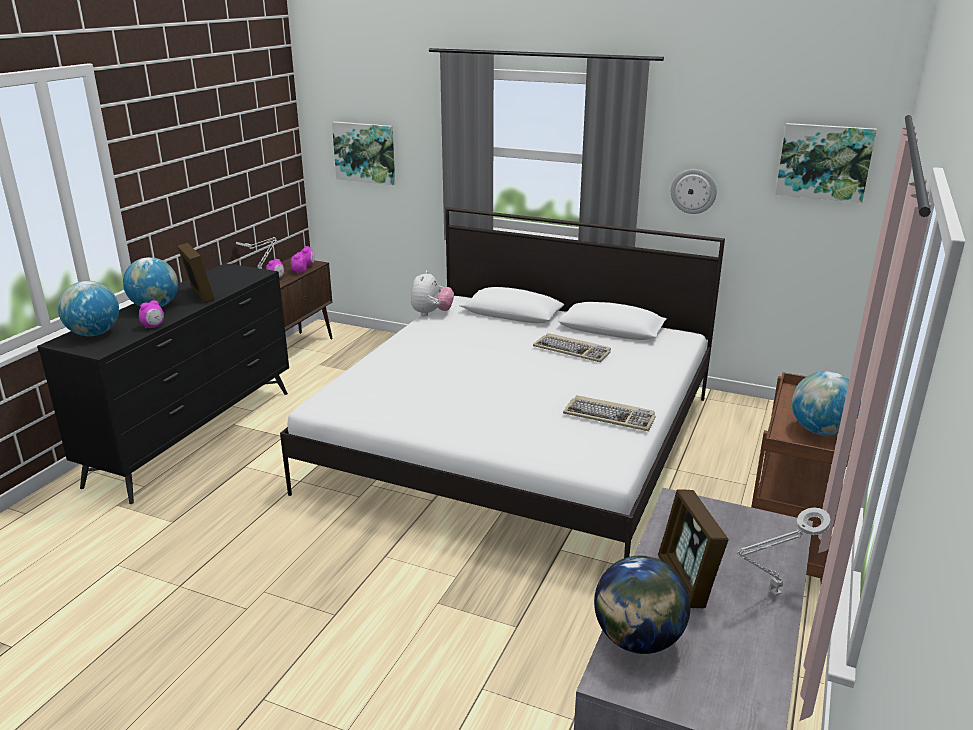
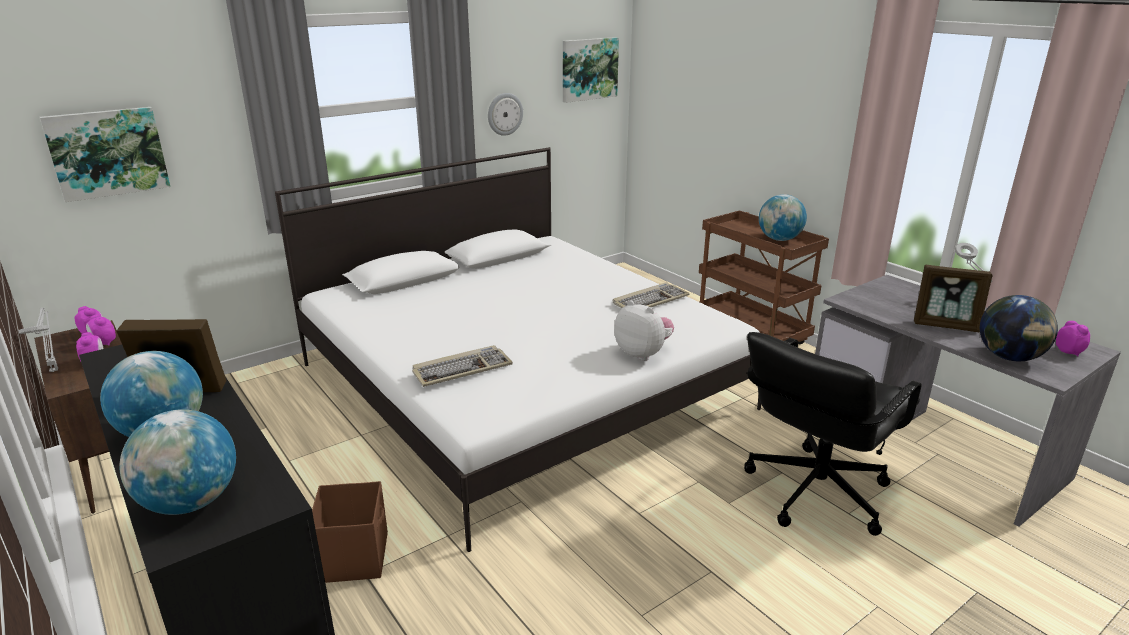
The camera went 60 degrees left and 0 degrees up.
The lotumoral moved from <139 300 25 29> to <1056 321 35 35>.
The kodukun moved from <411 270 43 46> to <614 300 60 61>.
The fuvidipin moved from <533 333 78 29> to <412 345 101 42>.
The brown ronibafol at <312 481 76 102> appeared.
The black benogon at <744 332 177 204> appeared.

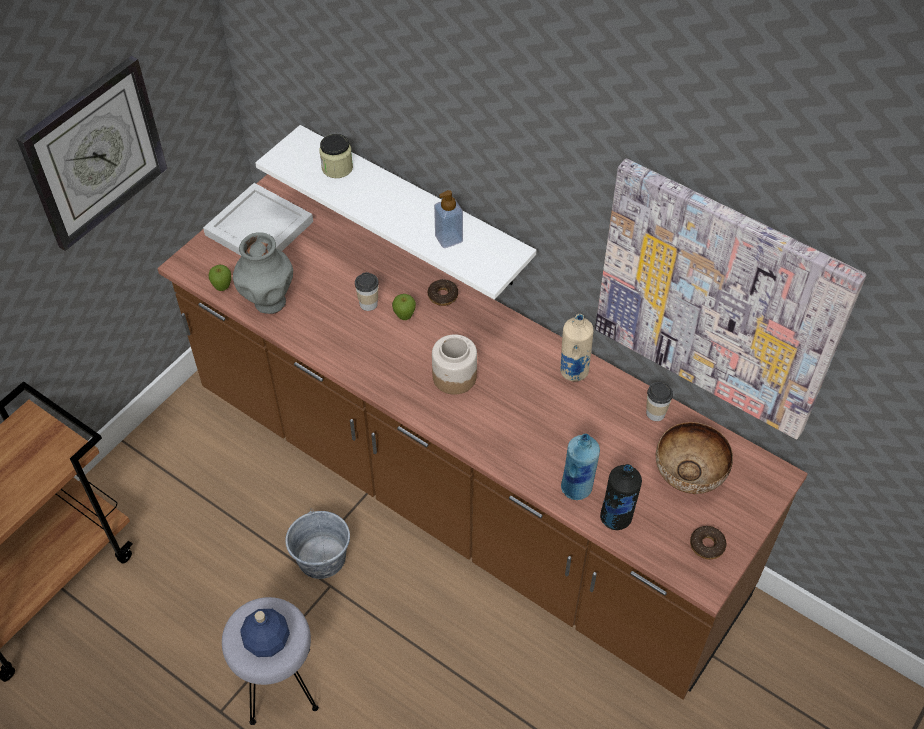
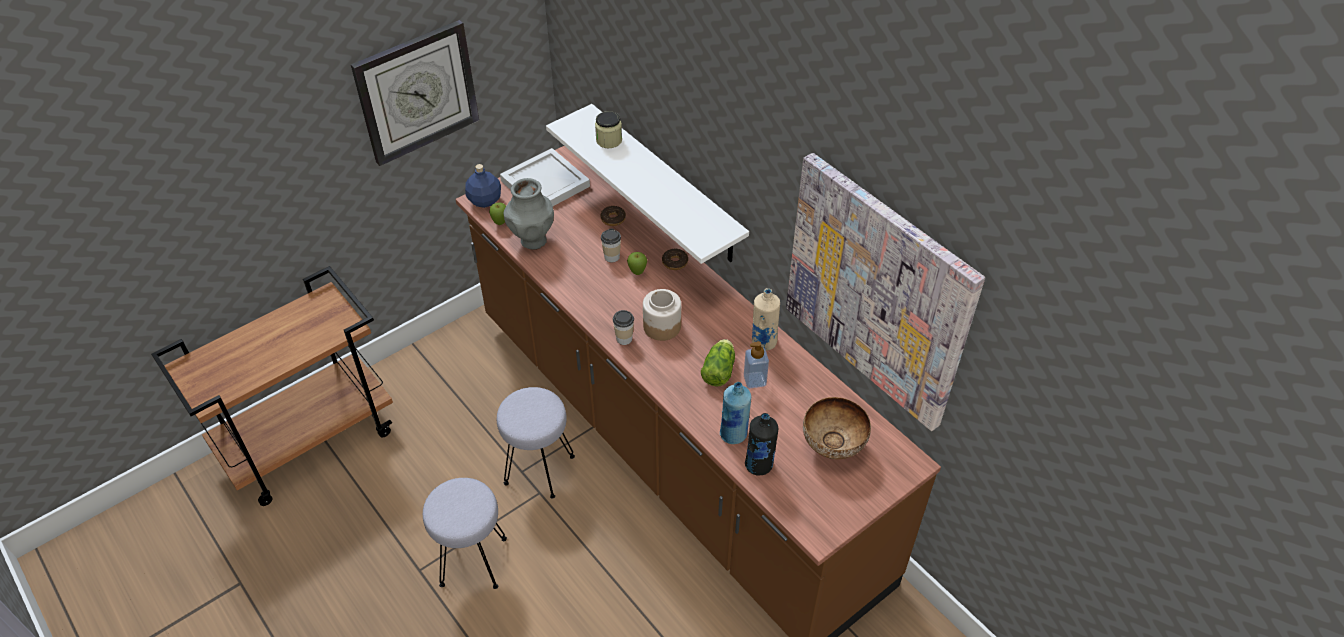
The camera went 15 degrees right and 5 degrees down.
The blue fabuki moved from <240 609 50 48> to <465 164 36 44>.
The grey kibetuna at <285 508 65 71> was replaced by the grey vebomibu at <497 387 78 112>.
The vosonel moved from <434 190 29 58> to <744 341 25 47>.
The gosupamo moved from <646 382 27 39> to <613 310 21 35>.
The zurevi moved from <690 526 36 33> to <600 206 26 20>.
The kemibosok at <701 339 34 48> appeared.

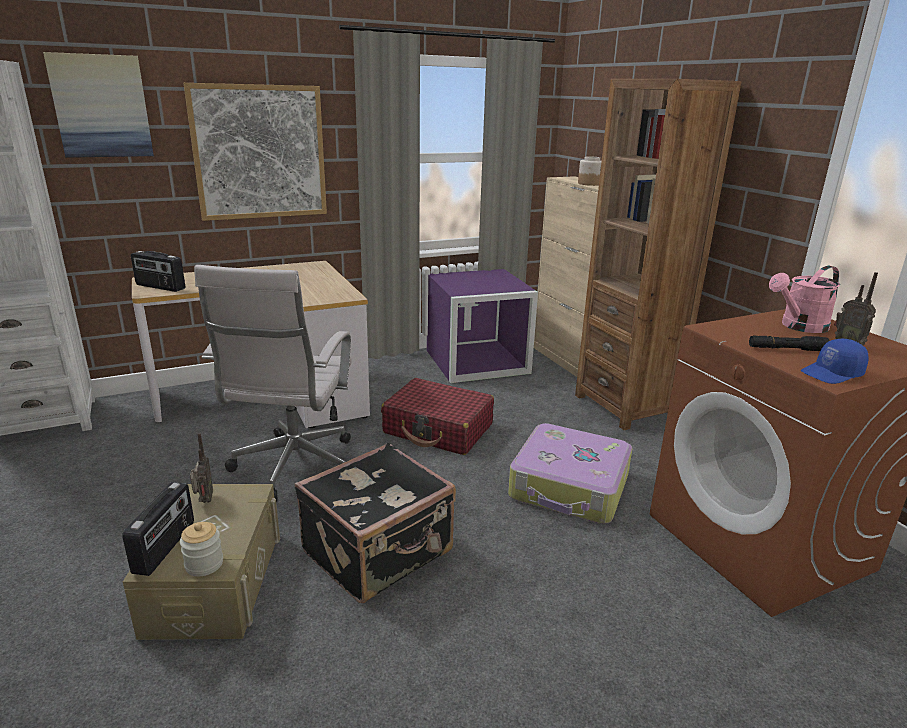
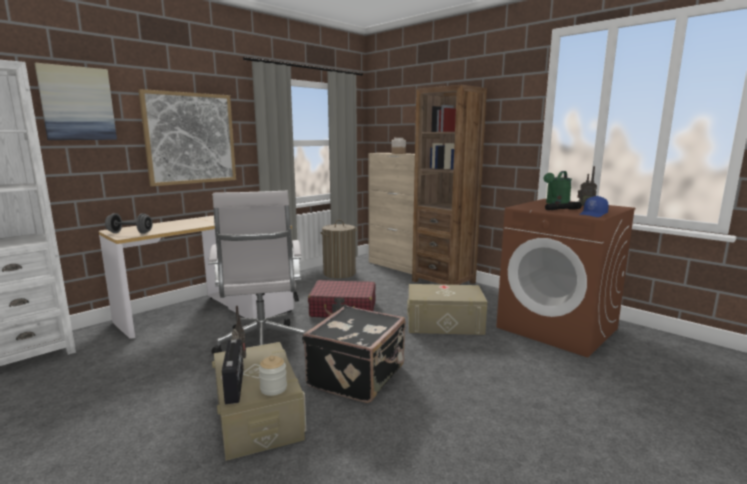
The camera went 20 degrees left and 10 degrees down.
The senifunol at <131 251 54 41> was replaced by the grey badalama at <105 213 48 21>.
The purple ronibafol at <427 269 111 114> was replaced by the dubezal at <320 220 37 59>.
The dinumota at <508 423 124 101> was replaced by the beige ronibafol at <407 284 80 51>.
The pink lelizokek at <769 265 71 68> became the green lelizokek at <544 171 28 33>.

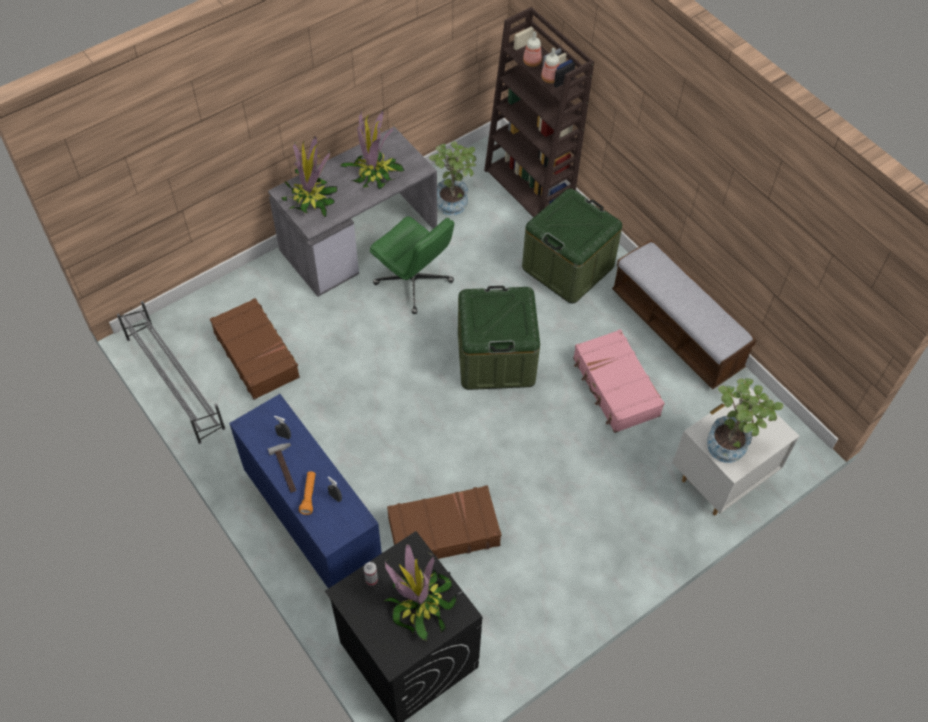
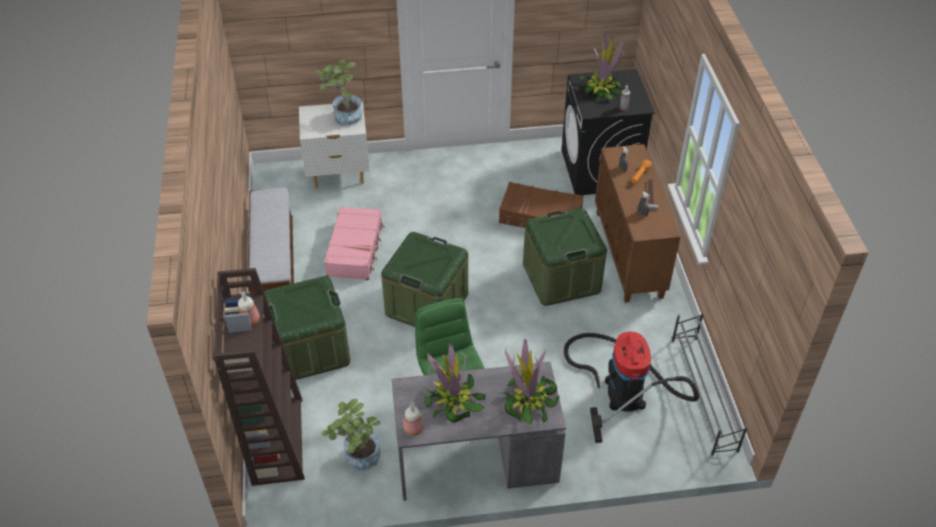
The camera went 150 degrees left and 10 degrees down.
The brown dinumota at <210 298 90 102> was replaced by the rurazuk at <564 332 135 111>.
The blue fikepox at <229 394 153 195> became the brown fikepox at <595 144 85 159>.
The fabuki moved from <523 31 19 36> to <403 403 21 33>.
The green ronibafol at <523 208 84 98> appeared.

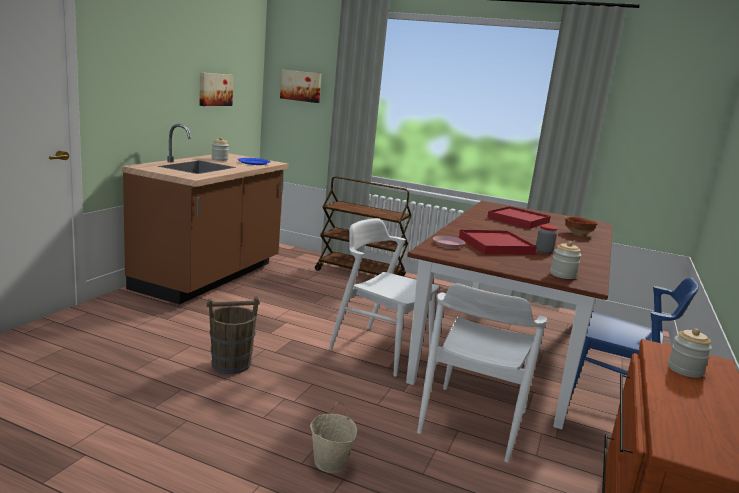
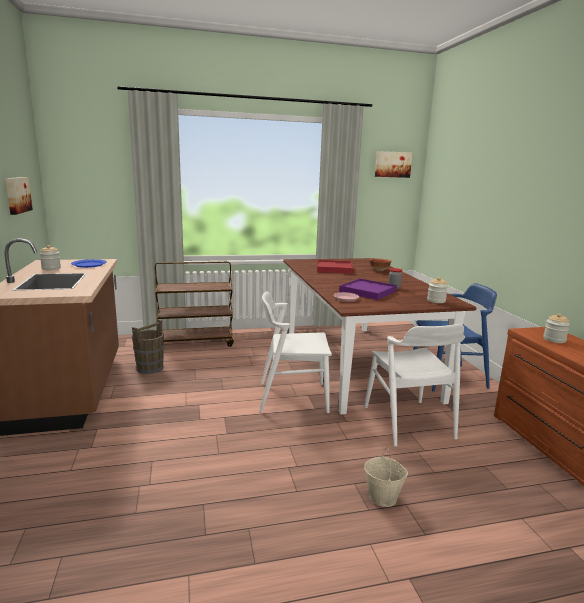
The camera went 35 degrees left and 0 degrees up.
The brown kibetuna moved from <207 296 53 78> to <132 319 32 55>.
The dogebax moved from <280 70 41 33> to <375 151 37 27>.
The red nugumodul at <459 230 78 25> became the purple nugumodul at <339 279 58 21>.

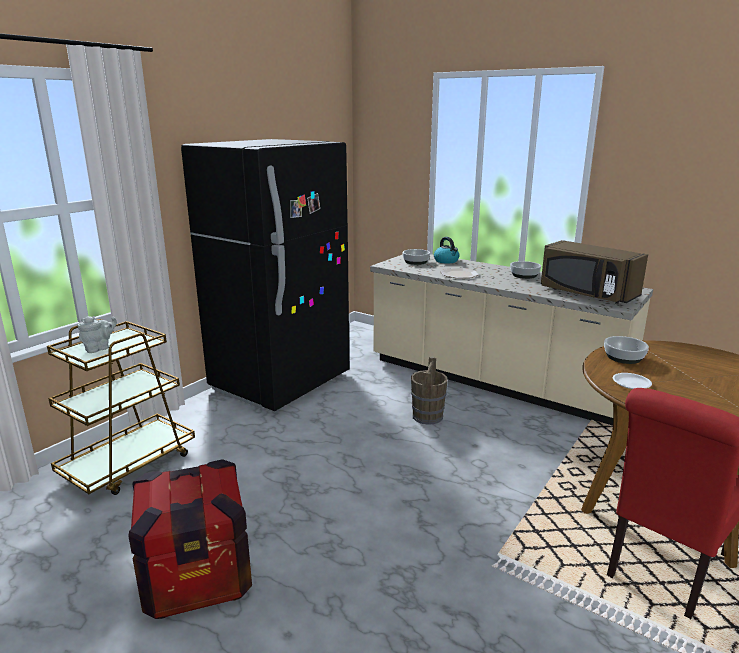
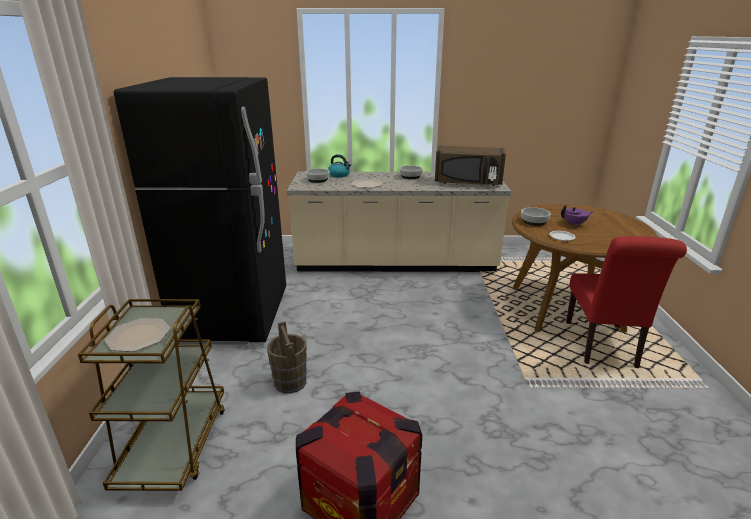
The camera went 35 degrees left and 5 degrees up.
The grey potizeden at <78 316 39 37> was replaced by the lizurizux at <105 318 65 34>.
The brown kibetuna moved from <411 357 37 68> to <267 321 40 73>.
The purple potizeden at <561 205 33 22> appeared.

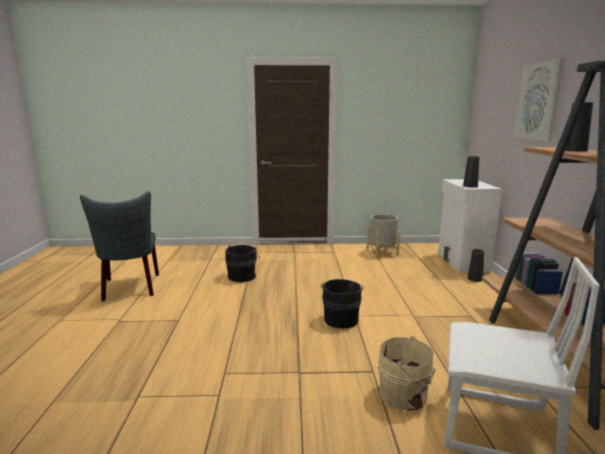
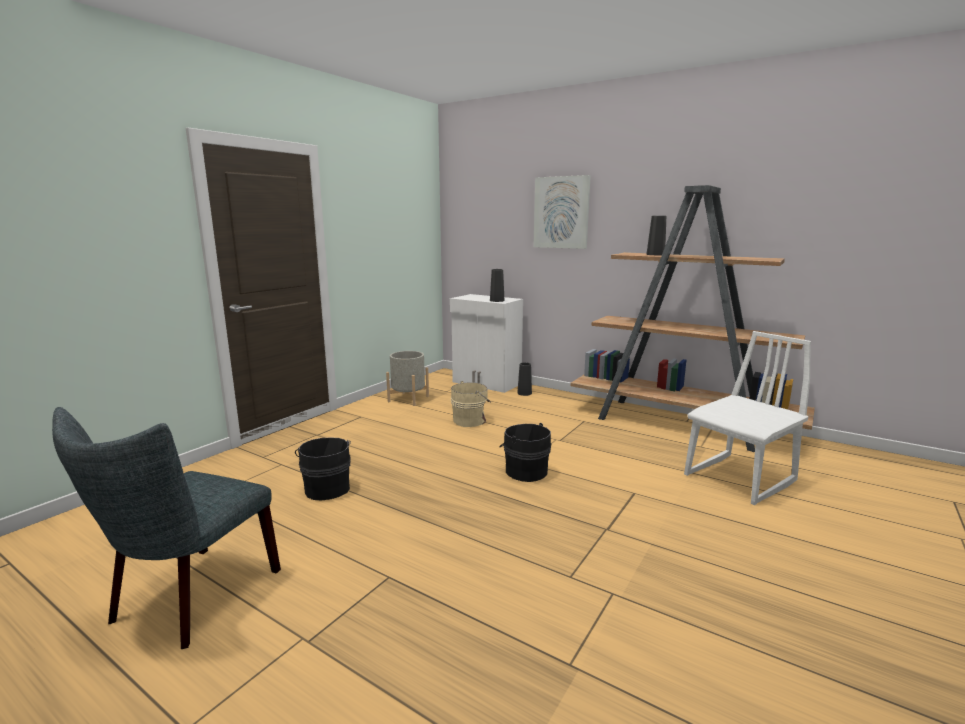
The camera went 55 degrees left and 0 degrees up.
The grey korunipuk at <80 191 79 110> turned 90 degrees clockwise.
The beige kibetuna moved from <378 336 57 75> to <451 381 40 46>.

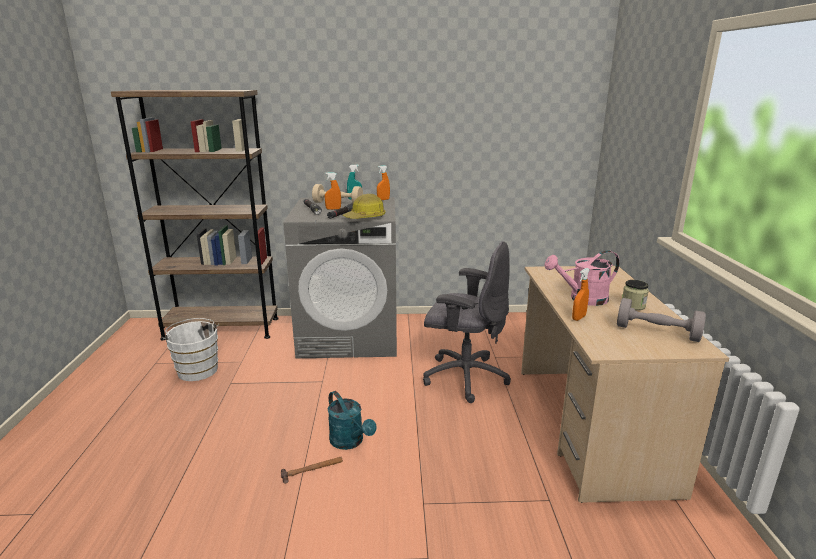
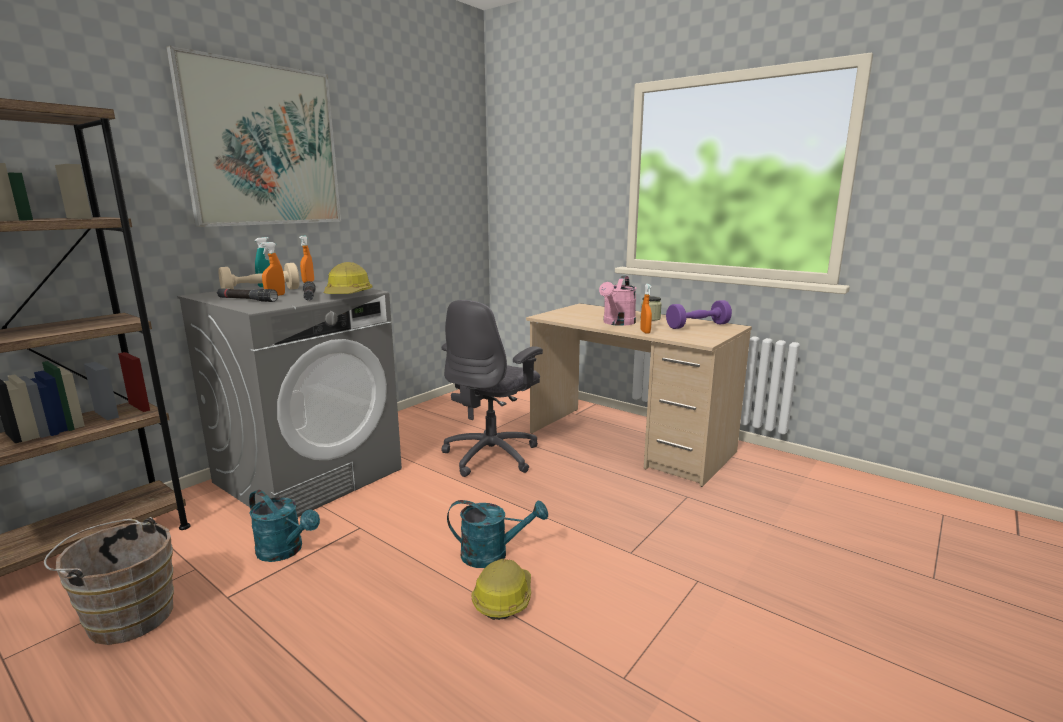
The camera went 50 degrees left and 5 degrees down.
The white kibetuna at <162 318 57 63> became the brown kibetuna at <44 517 130 128>.
The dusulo at <281 457 62 27> was replaced by the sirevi at <471 558 60 62>.
The grey benogon at <423 241 88 162> turned 150 degrees clockwise.
The grey badalama at <617 298 89 44> became the purple badalama at <666 300 66 29>.
The dogebax at <166 46 175 181> appeared.
The turquoise lelizokek at <249 490 71 72> appeared.

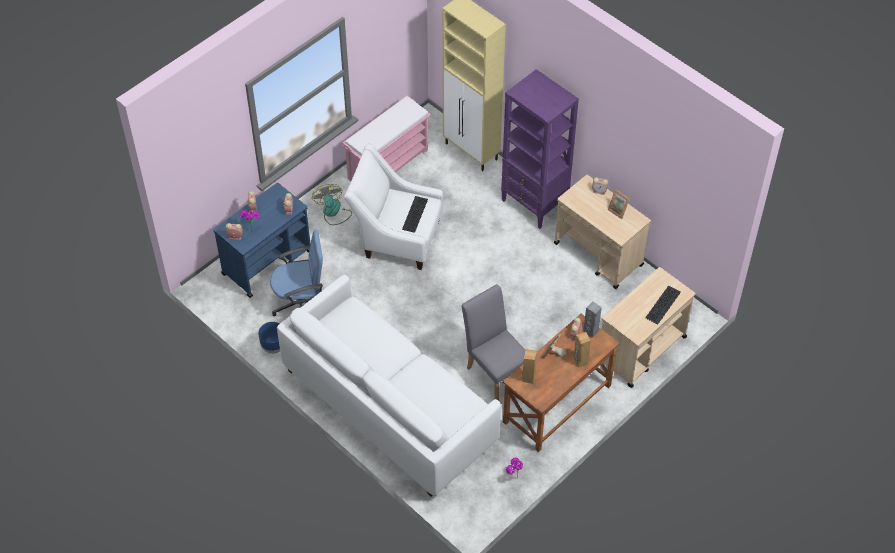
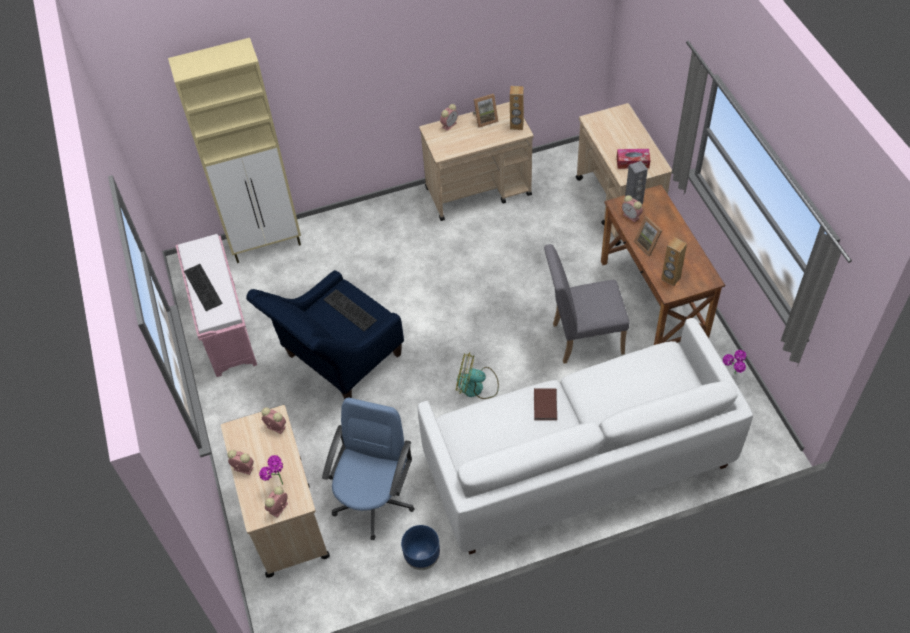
The camera went 60 degrees left and 0 degrees up.
The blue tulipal at <213 183 98 115> became the beige tulipal at <221 405 109 173>.
The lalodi moved from <312 184 40 41> to <456 352 43 47>.
The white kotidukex at <344 144 99 126> became the blue kotidukex at <246 270 158 129>.
The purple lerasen at <501 69 78 160> disappeared.
The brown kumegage moved from <573 332 18 35> to <510 86 14 44>.
The fuvidipin moved from <645 285 36 39> to <184 264 39 47>.
The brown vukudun at <534 388 23 32> appeared.
The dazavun at <617 149 34 20> appeared.

